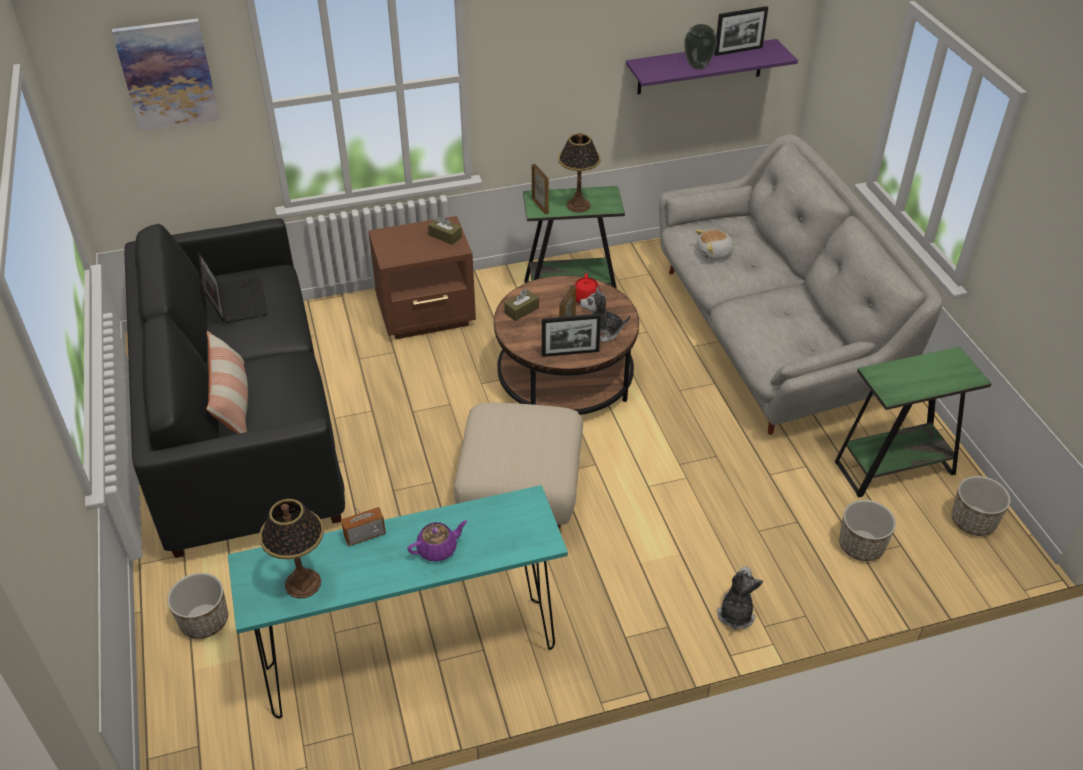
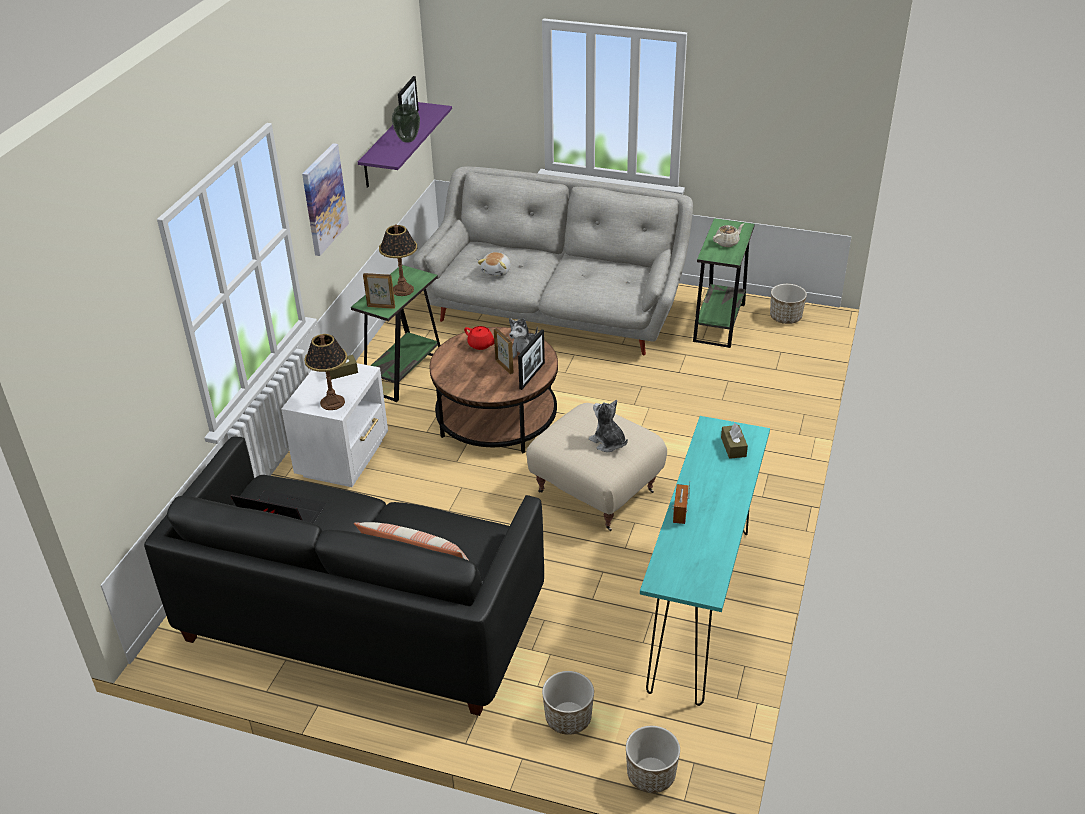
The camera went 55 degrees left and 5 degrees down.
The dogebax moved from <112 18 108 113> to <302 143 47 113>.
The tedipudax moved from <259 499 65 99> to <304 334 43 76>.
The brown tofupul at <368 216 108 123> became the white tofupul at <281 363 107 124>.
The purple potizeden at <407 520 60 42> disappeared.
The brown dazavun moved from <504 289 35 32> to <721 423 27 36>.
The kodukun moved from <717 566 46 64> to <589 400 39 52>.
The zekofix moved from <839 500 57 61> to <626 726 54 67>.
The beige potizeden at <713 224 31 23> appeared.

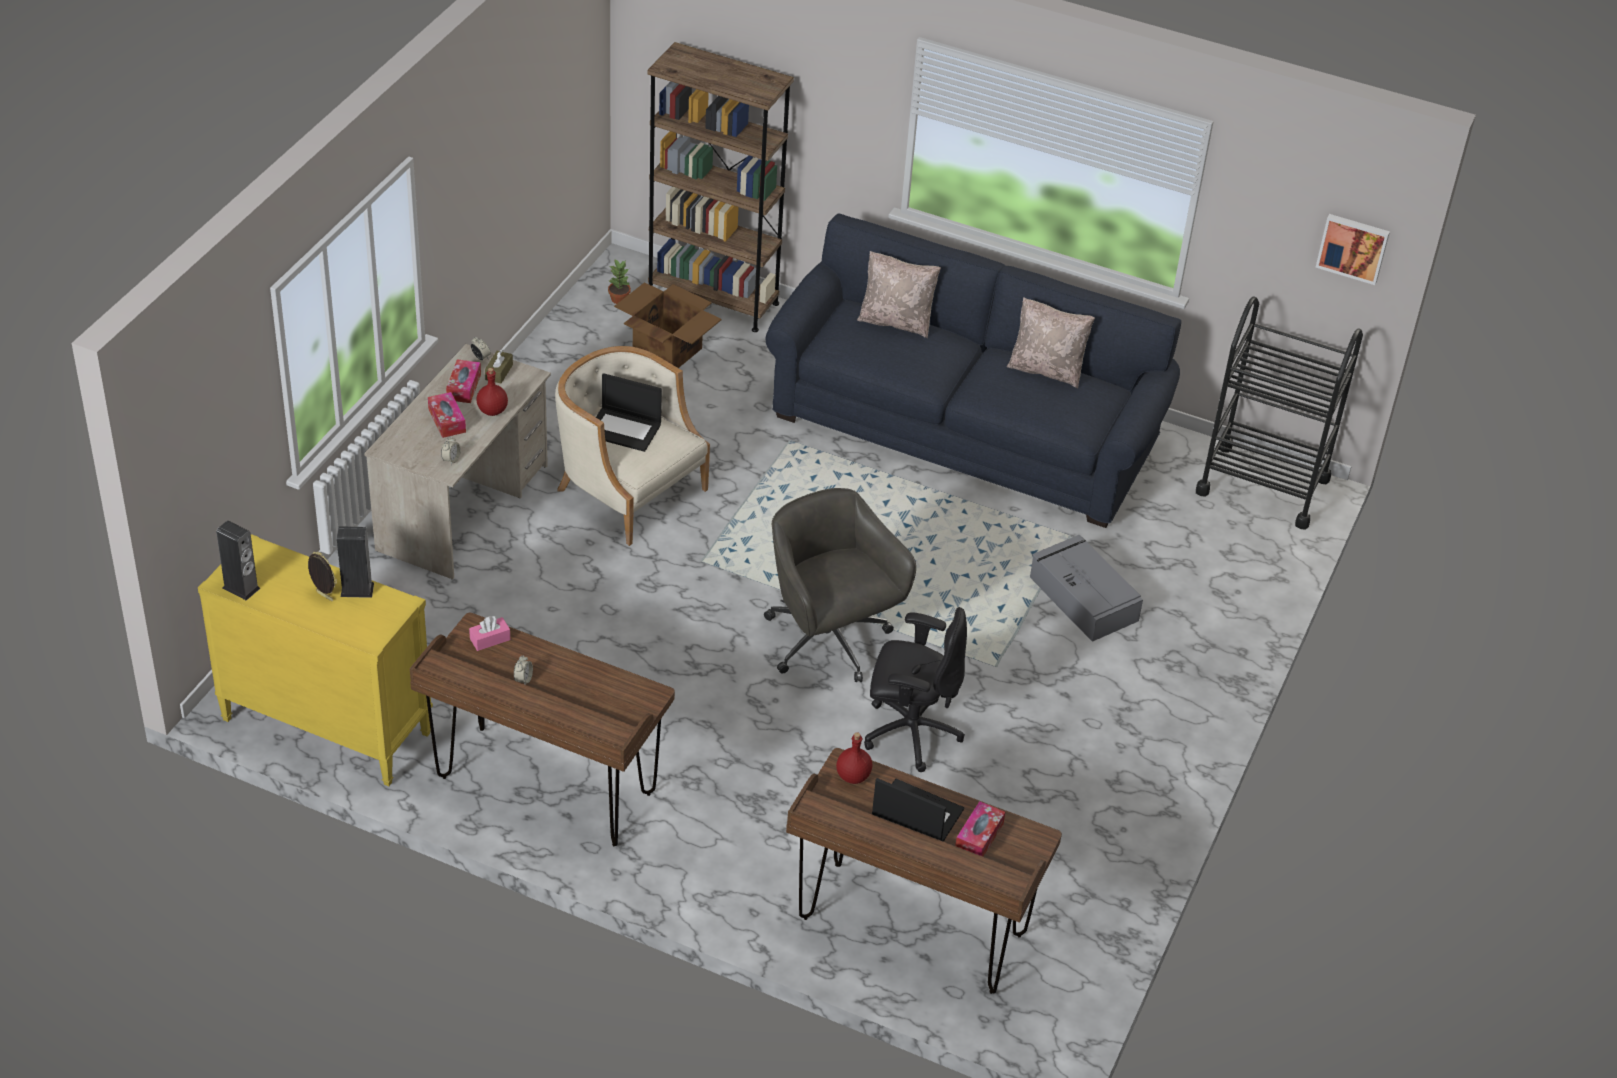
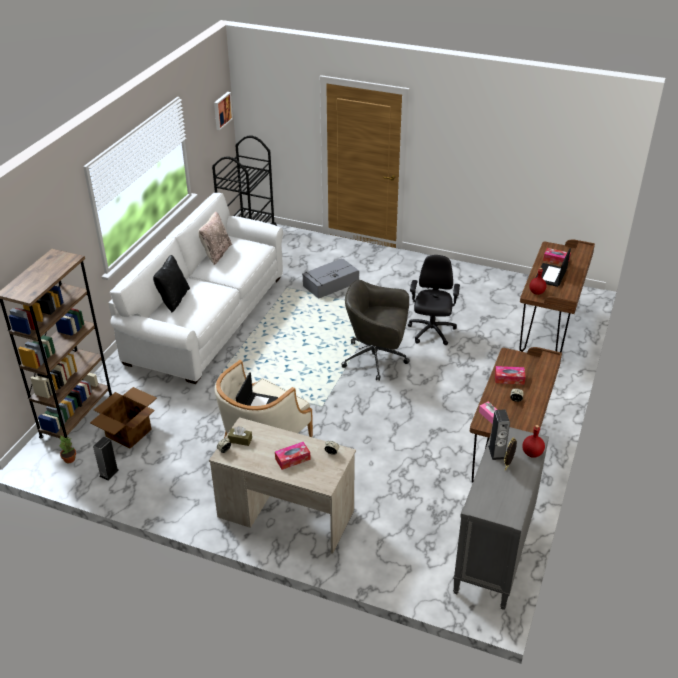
The camera went 90 degrees left and 5 degrees down.
The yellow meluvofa at <198 534 235 252> became the grey meluvofa at <453 427 96 183>.
The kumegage moved from <216 521 44 80> to <93 437 26 43>.
The dazavun moved from <446 359 35 44> to <495 366 31 18>.
The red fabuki moved from <476 368 32 48> to <522 425 23 33>.
The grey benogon at <764 488 152 194> turned 45 degrees clockwise.
The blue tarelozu at <766 213 415 315> became the white tarelozu at <109 193 174 191>.
The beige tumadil at <857 251 84 87> became the black tumadil at <153 255 37 58>.

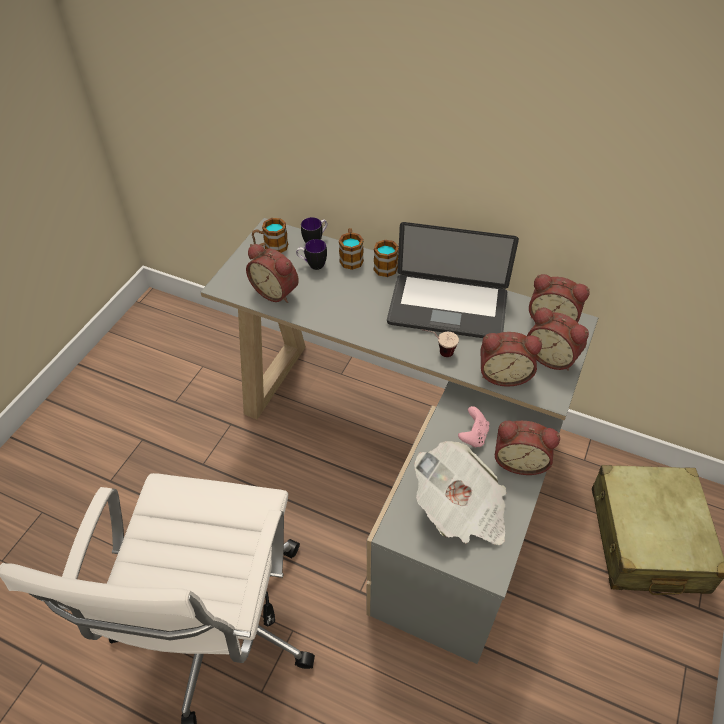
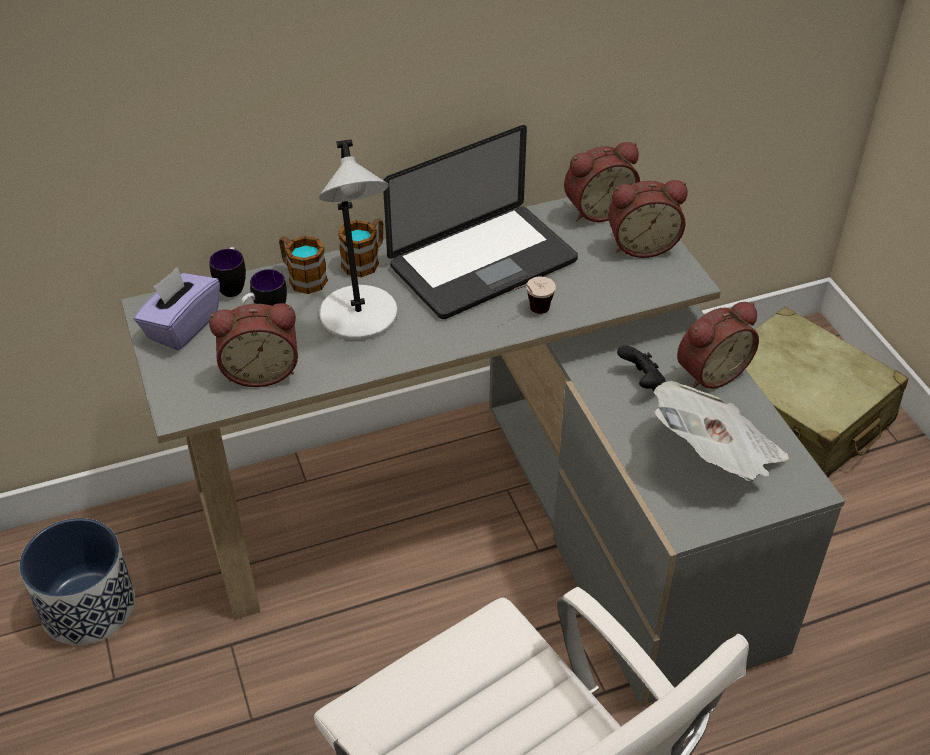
The camera went 45 degrees left and 5 degrees down.
The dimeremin at <252 218 36 35> was replaced by the purple dazavun at <134 267 86 83>.
The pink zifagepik at <458 406 31 42> became the black zifagepik at <617 345 49 45>.
The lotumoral at <481 332 61 55> disappeared.
The zekofix at <19 518 116 127> appeared.
The grey tedipudax at <318 139 80 201> appeared.

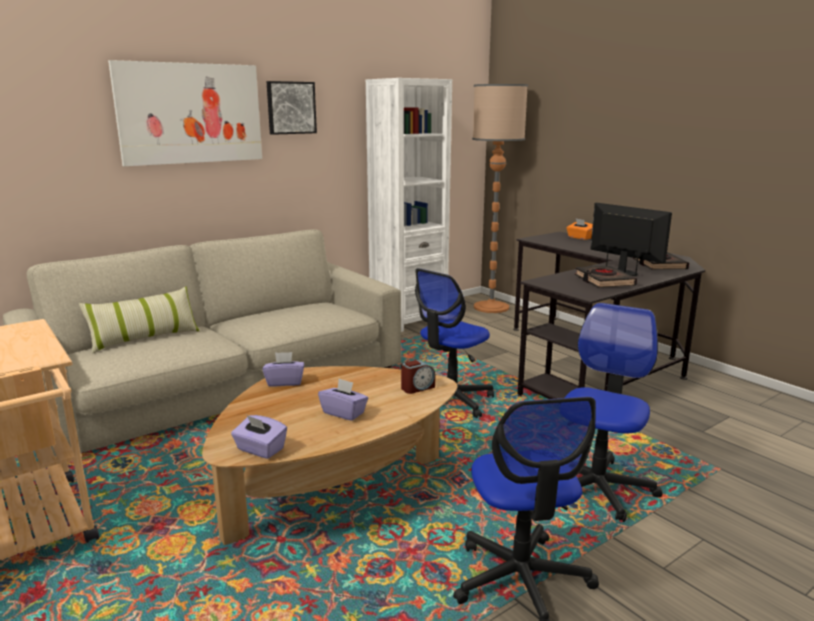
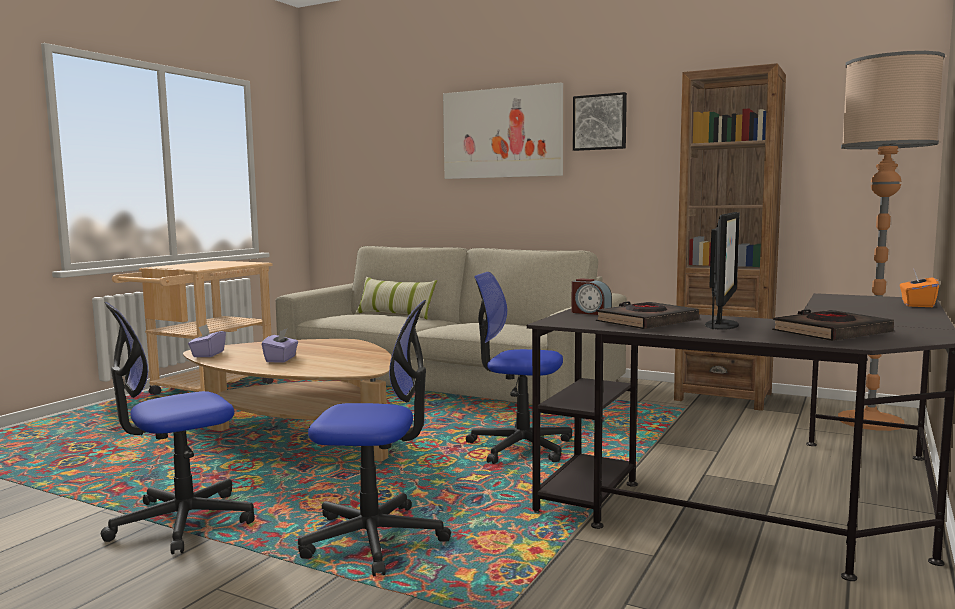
The camera went 65 degrees right and 10 degrees down.
The purple dazavun at <263 352 41 35> disappeared.
The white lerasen at <366 78 86 254> became the brown lerasen at <674 63 112 348>.
The lotumoral moved from <401 360 34 34> to <572 278 40 37>.

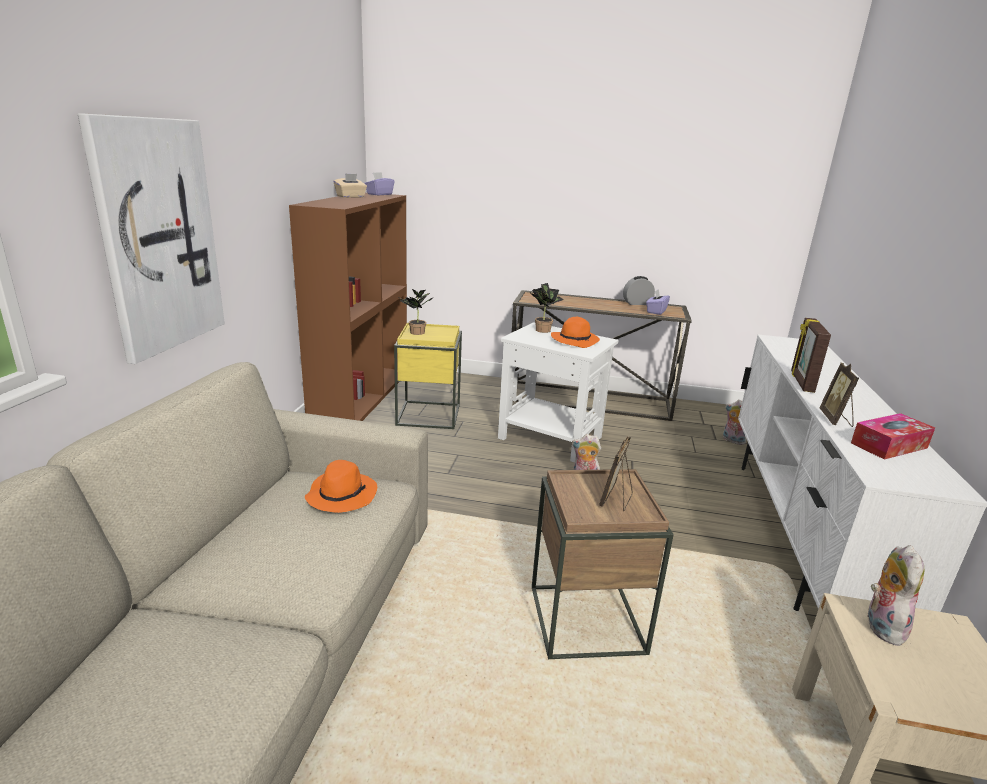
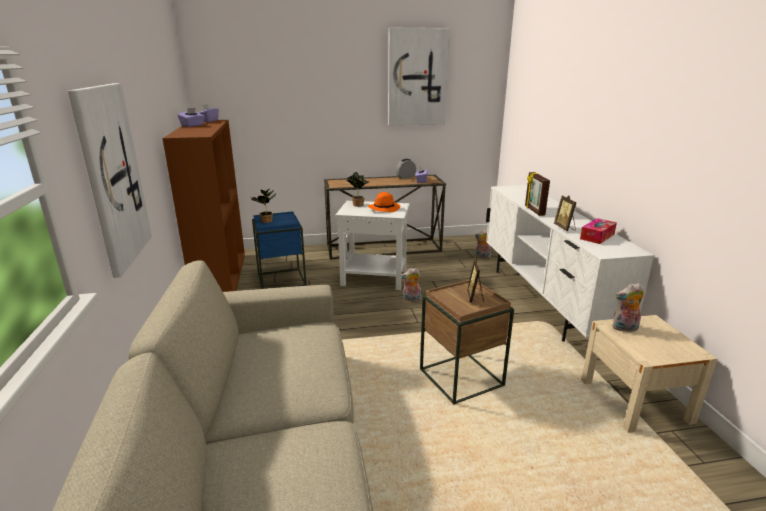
The camera went 20 degrees left and 0 degrees up.
The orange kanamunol at <305 460 72 53> disappeared.
The beige dazavun at <334 173 33 25> became the purple dazavun at <178 108 27 19>.
The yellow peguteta at <394 323 68 106> became the blue peguteta at <252 211 54 78>.
The kodukun at <867 545 57 101> turned 90 degrees counterclockwise.
The dogebax at <388 28 62 97> appeared.

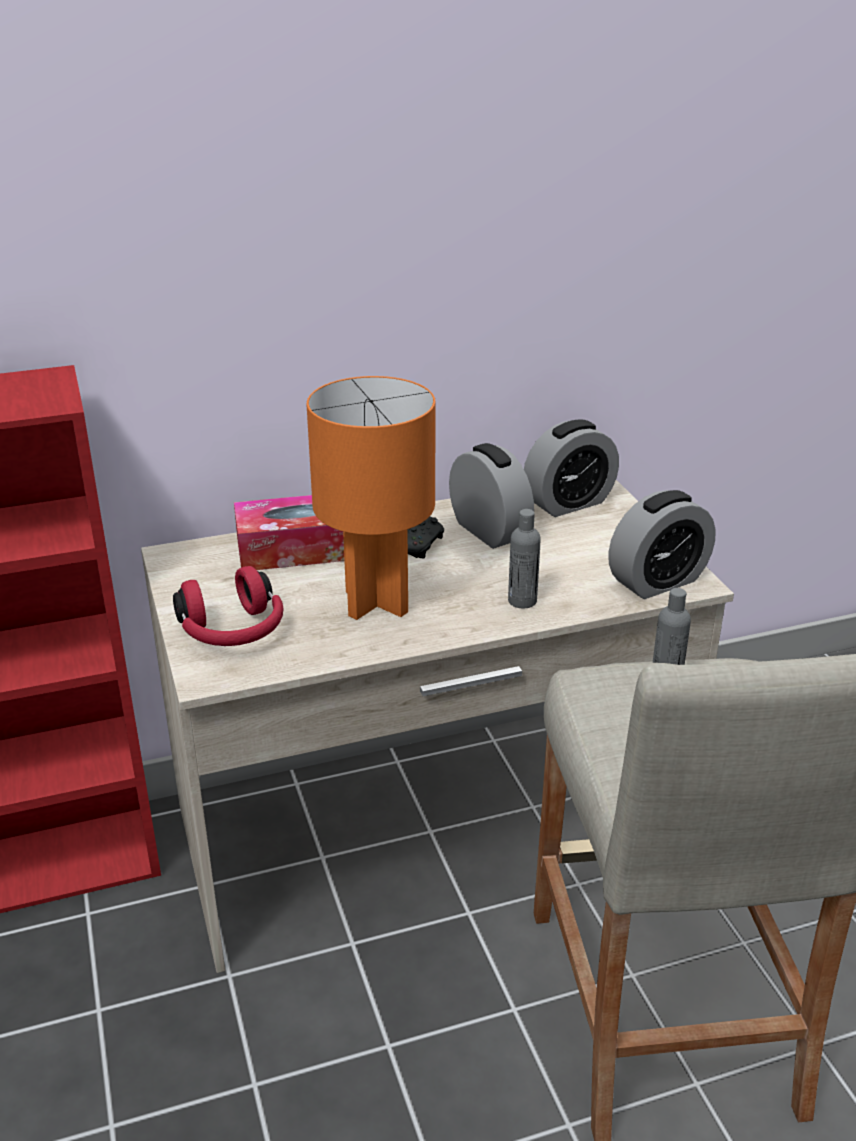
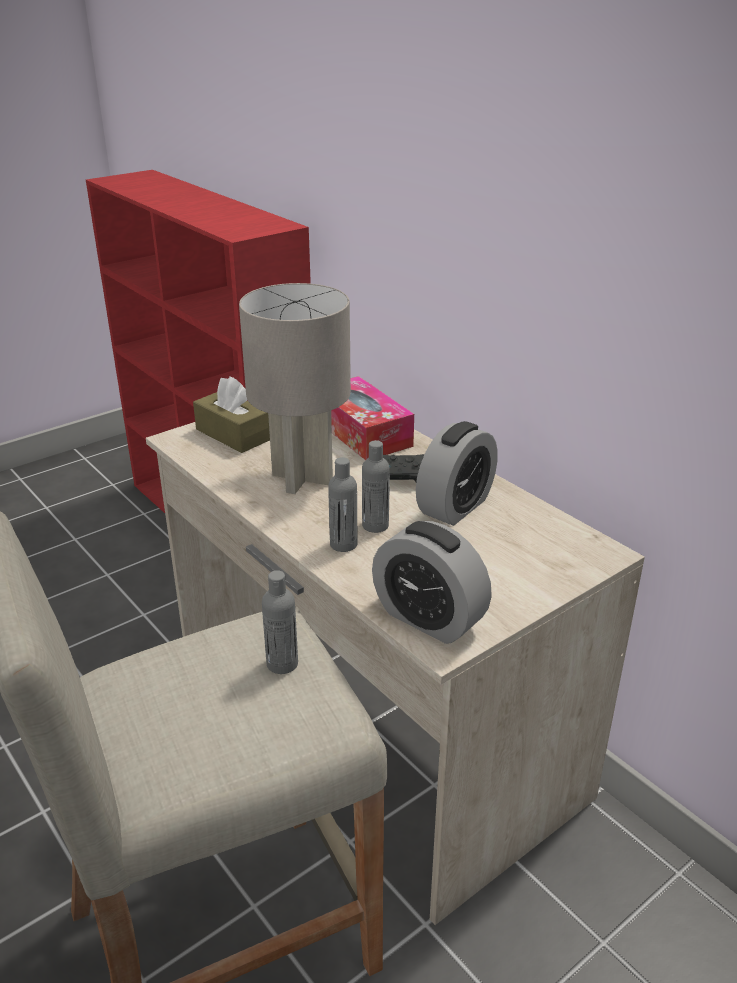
The camera went 70 degrees right and 0 degrees up.
The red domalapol at <173 566 111 80> was replaced by the brown dazavun at <193 376 77 77>.
The orange tedipudax at <306 376 130 244> became the grey tedipudax at <239 283 112 211>.
The lotumoral at <524 419 95 98> disappeared.
The grey fabuki at <362 440 28 93> appeared.

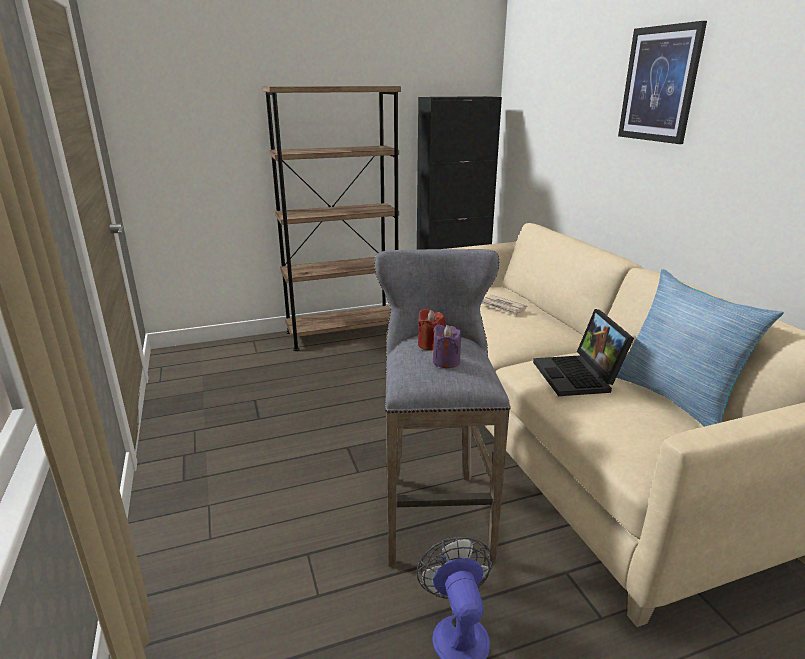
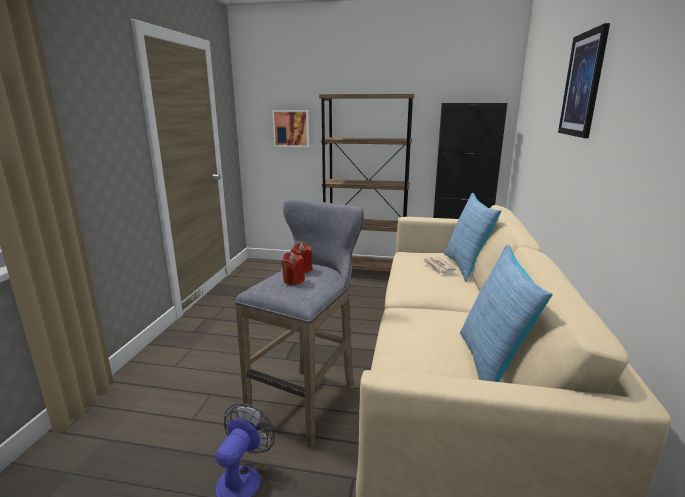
The camera went 30 degrees right and 5 degrees down.
The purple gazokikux at <433 324 28 44> became the red gazokikux at <281 252 24 33>.
The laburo at <533 309 101 87> disappeared.
The dogebax at <272 110 37 37> appeared.
The tumadil at <444 193 57 88> appeared.

